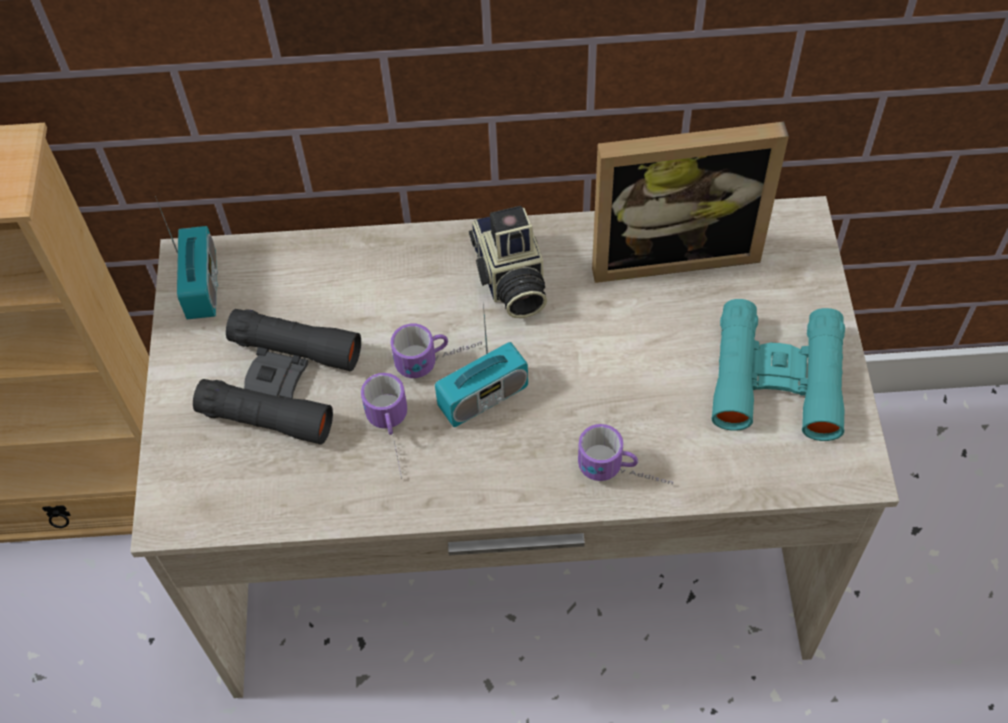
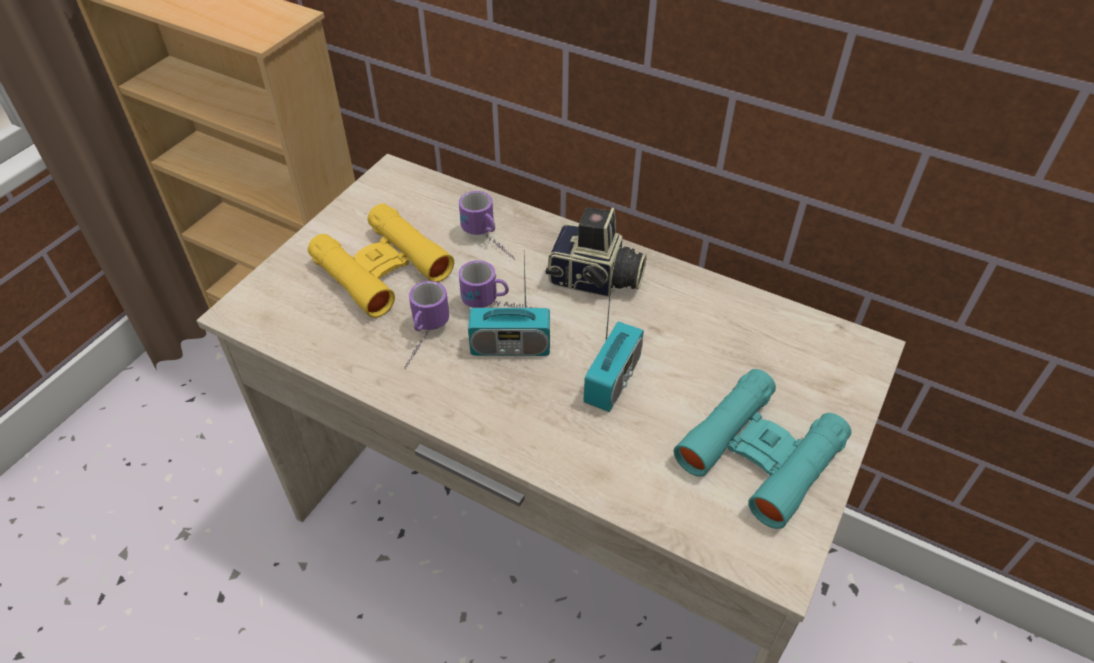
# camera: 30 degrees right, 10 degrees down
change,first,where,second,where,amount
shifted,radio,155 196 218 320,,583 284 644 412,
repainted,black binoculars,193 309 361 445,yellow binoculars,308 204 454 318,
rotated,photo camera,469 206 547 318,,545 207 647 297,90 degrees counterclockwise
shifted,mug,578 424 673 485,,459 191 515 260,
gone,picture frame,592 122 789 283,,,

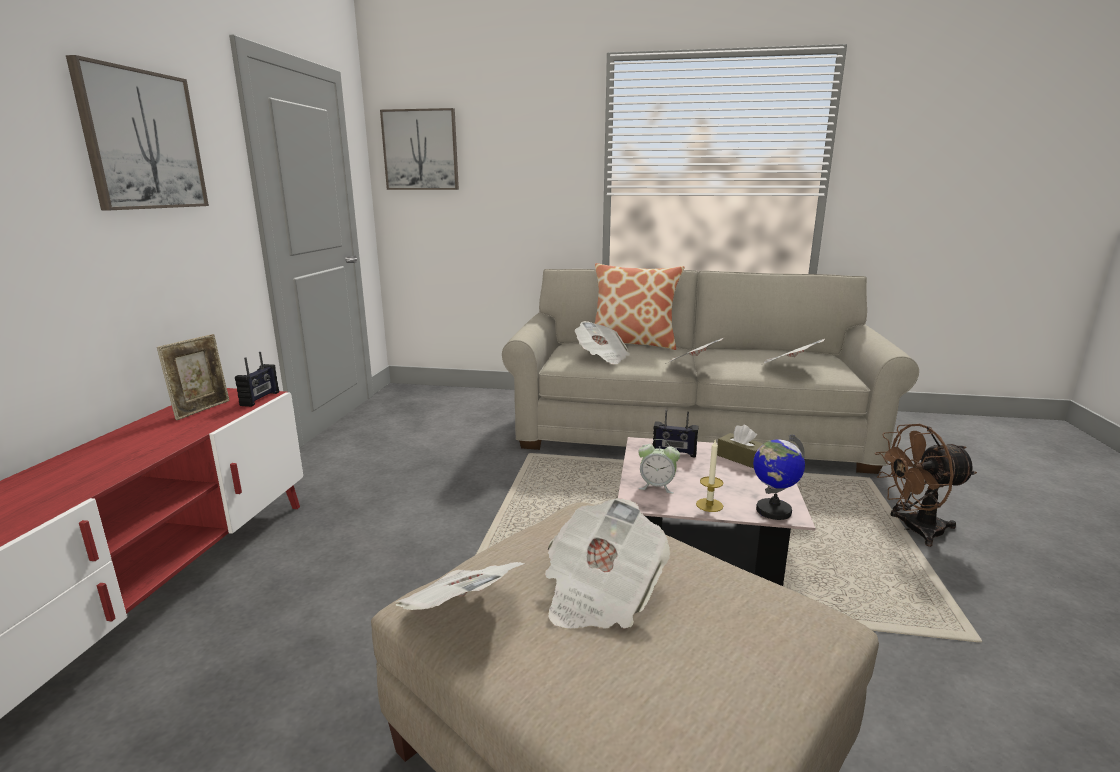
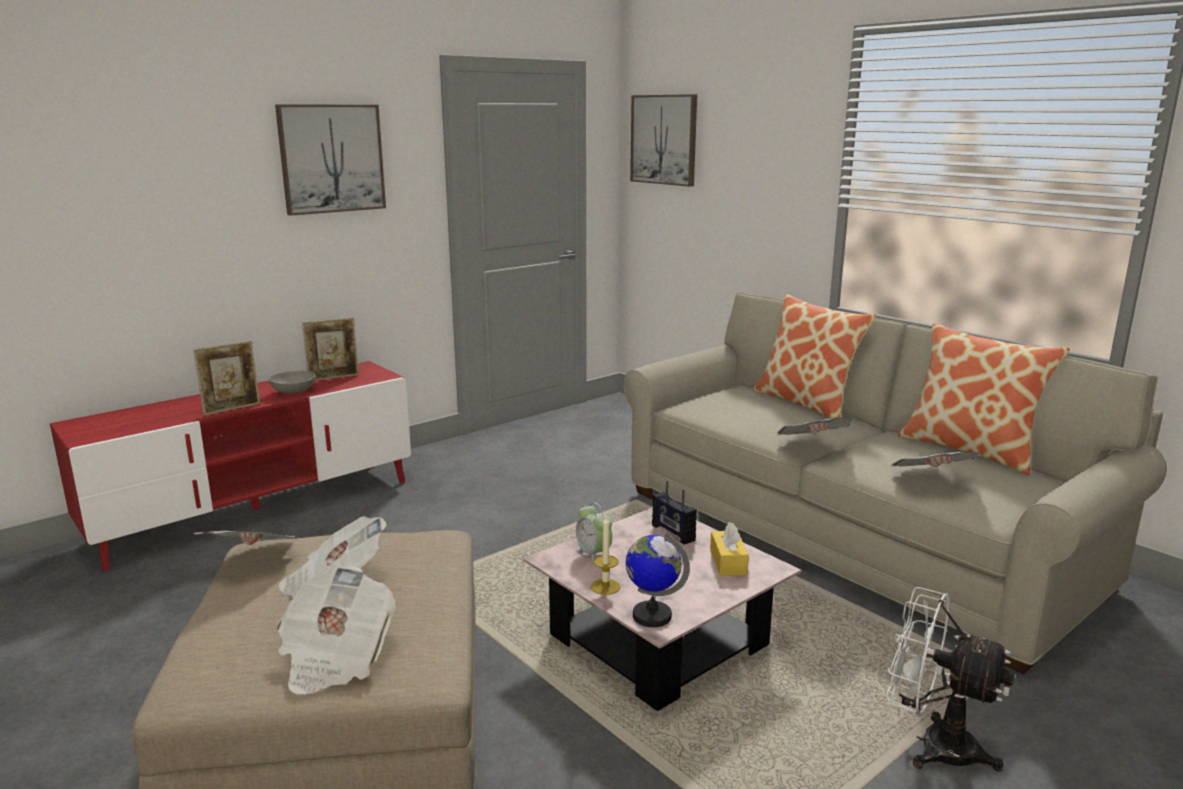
# camera: 40 degrees right, 0 degrees up
change,first,where,second,where,amount
gone,radio,235 352 279 407,,,
shifted,newspaper,575 321 630 365,,277 565 396 695,
repainted,brown tissue box,717 425 763 468,yellow tissue box,710 522 749 576,
repainted,brown fan,875 424 977 547,white fan,886 587 1015 772,
new,,,picture frame,193 341 260 416,
new,,,grey bowl,268 371 316 394,
new,,,pillow,898 323 1070 475,

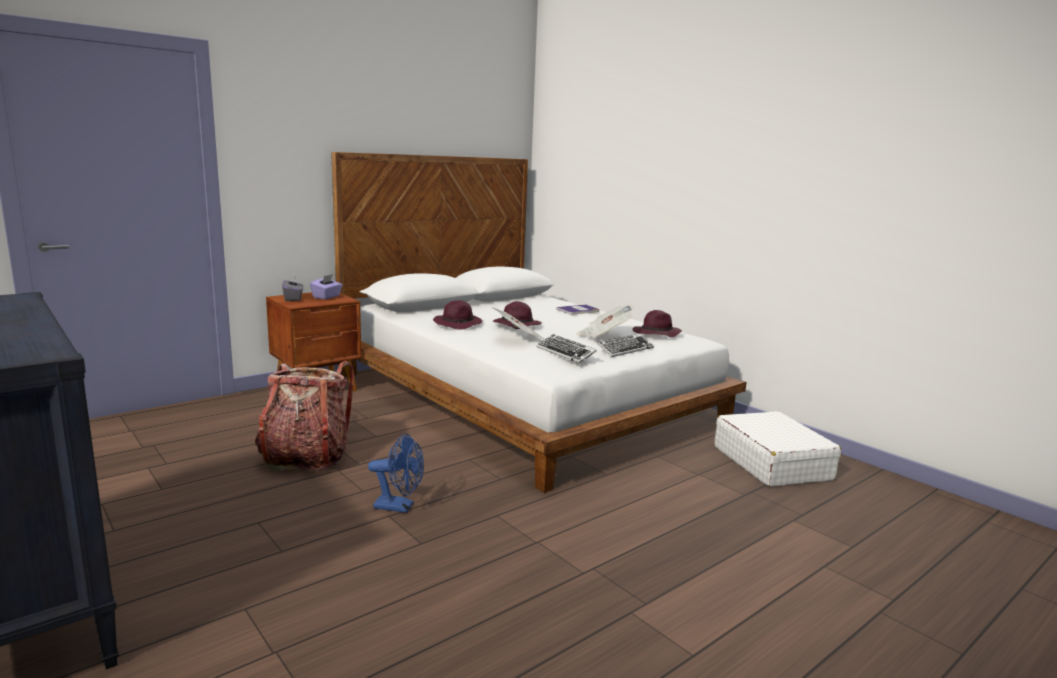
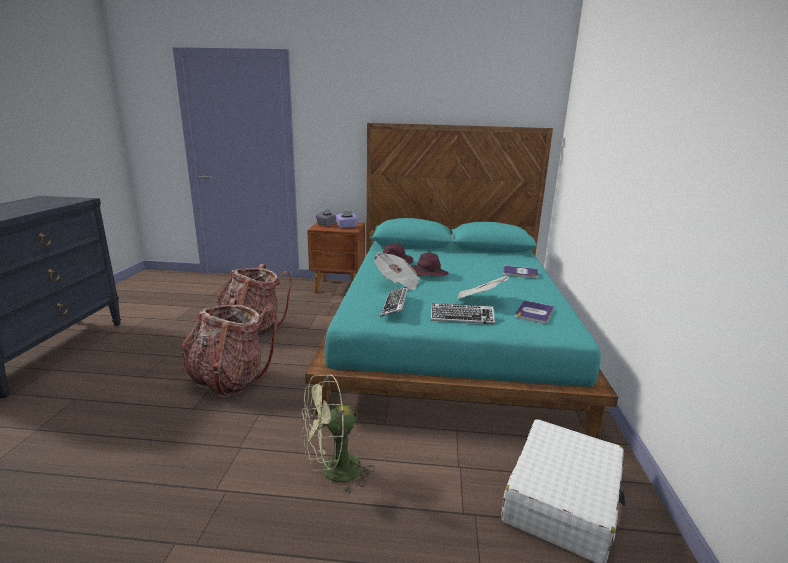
# camera: 45 degrees right, 5 degrees up
change,first,where,second,where,amount
repainted,white bed,331 152 747 493,turquoise bed,305 123 618 437,
swapped,blue fan,368 434 424 513,backpack,182 298 278 398,
swapped,purple hat,632 310 682 338,book,515 301 554 324,
new,,,green fan,302 374 375 494,

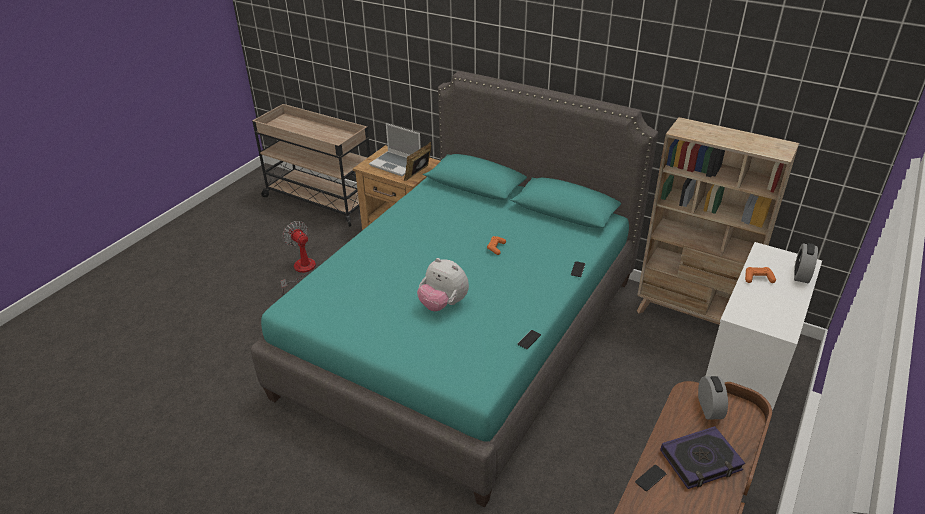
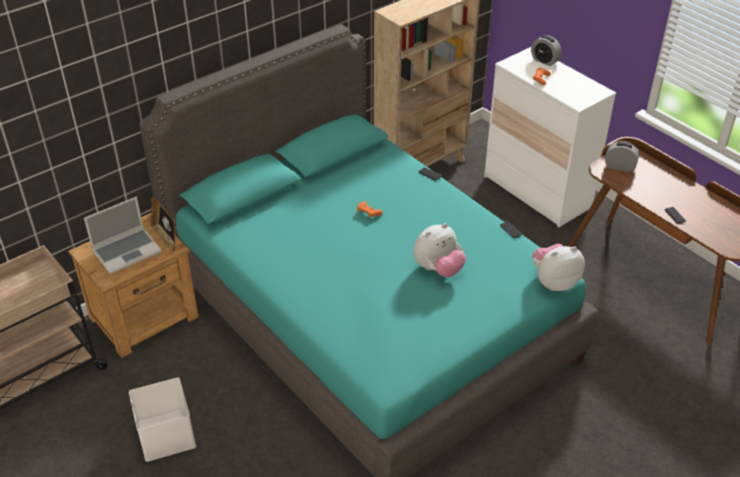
# camera: 70 degrees left, 5 degrees up
change,first,where,second,where,amount
swapped,fan,280 221 316 294,white storage box,129 377 196 462,
gone,book,660 426 745 489,,,
new,,,plush toy,533 244 585 291,

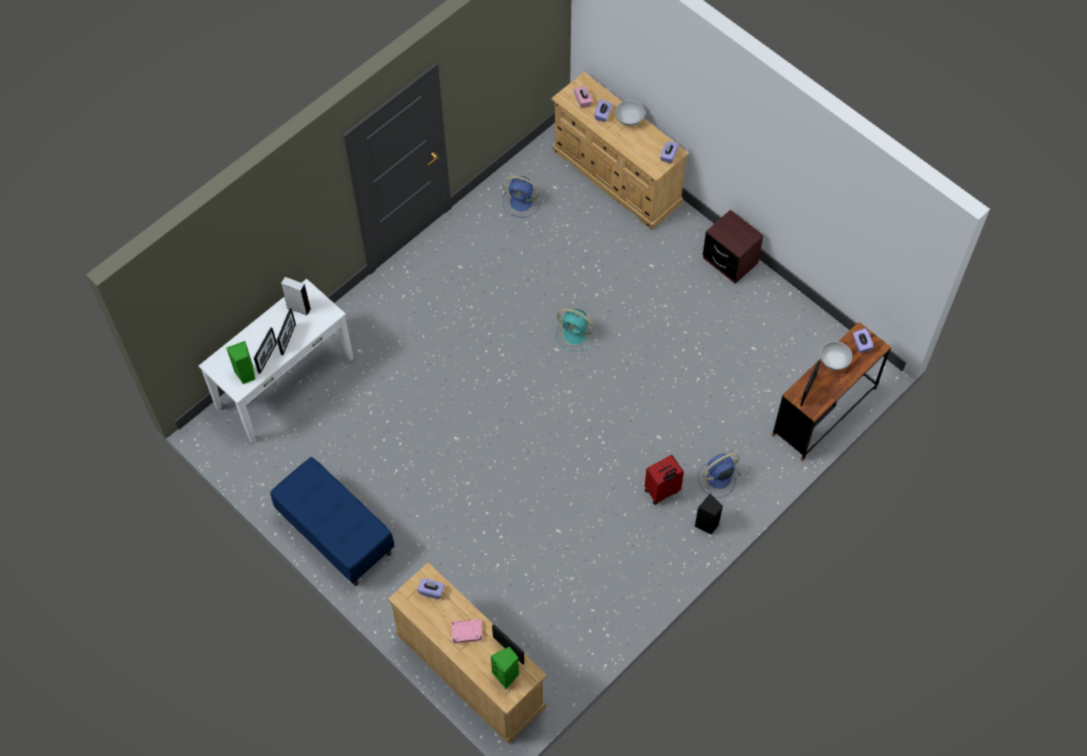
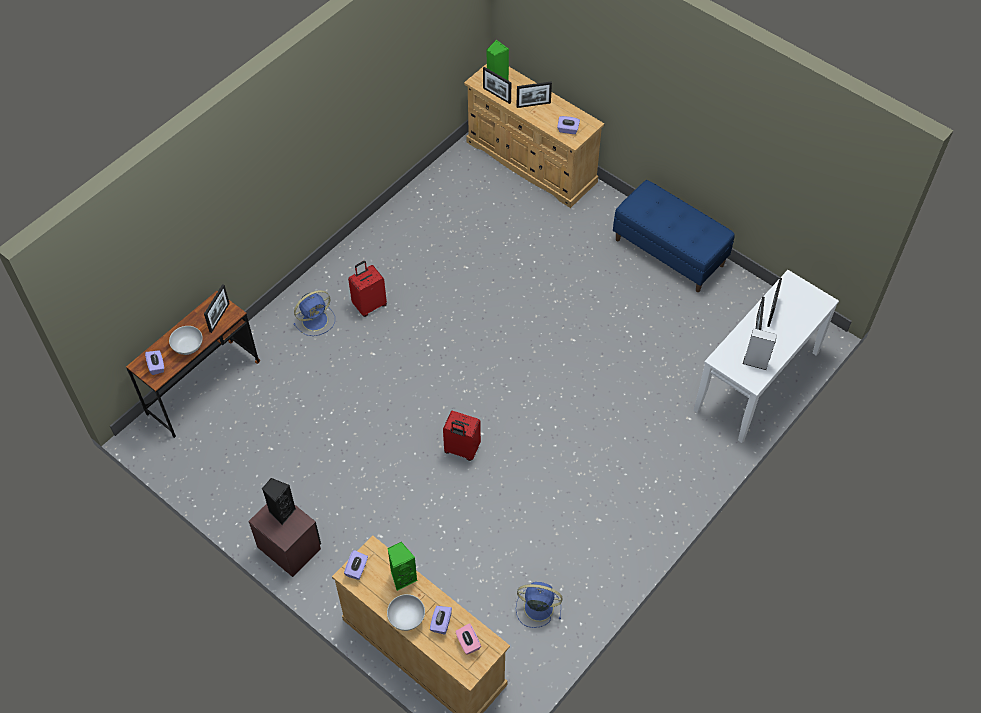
# camera: 175 degrees right, 5 degrees down
change,first,where,second,where,amount
shifted,green speaker,226 341 255 384,,387 542 418 591,
swapped,pink book,451 619 483 644,picture frame,516 81 552 108,
swapped,turquoise fan,556 309 595 351,red suitcase,443 411 481 461,
shifted,black speaker,695 494 723 534,,262 478 296 525,

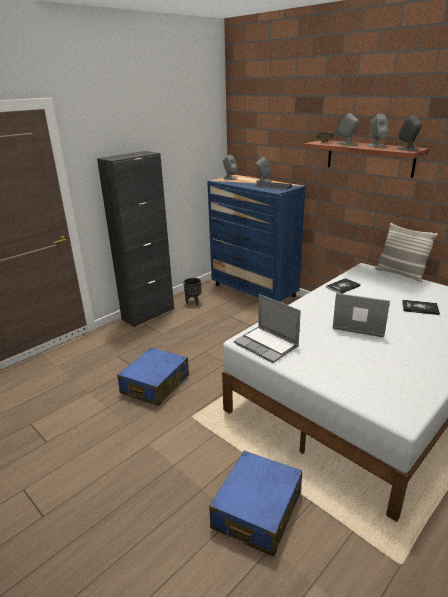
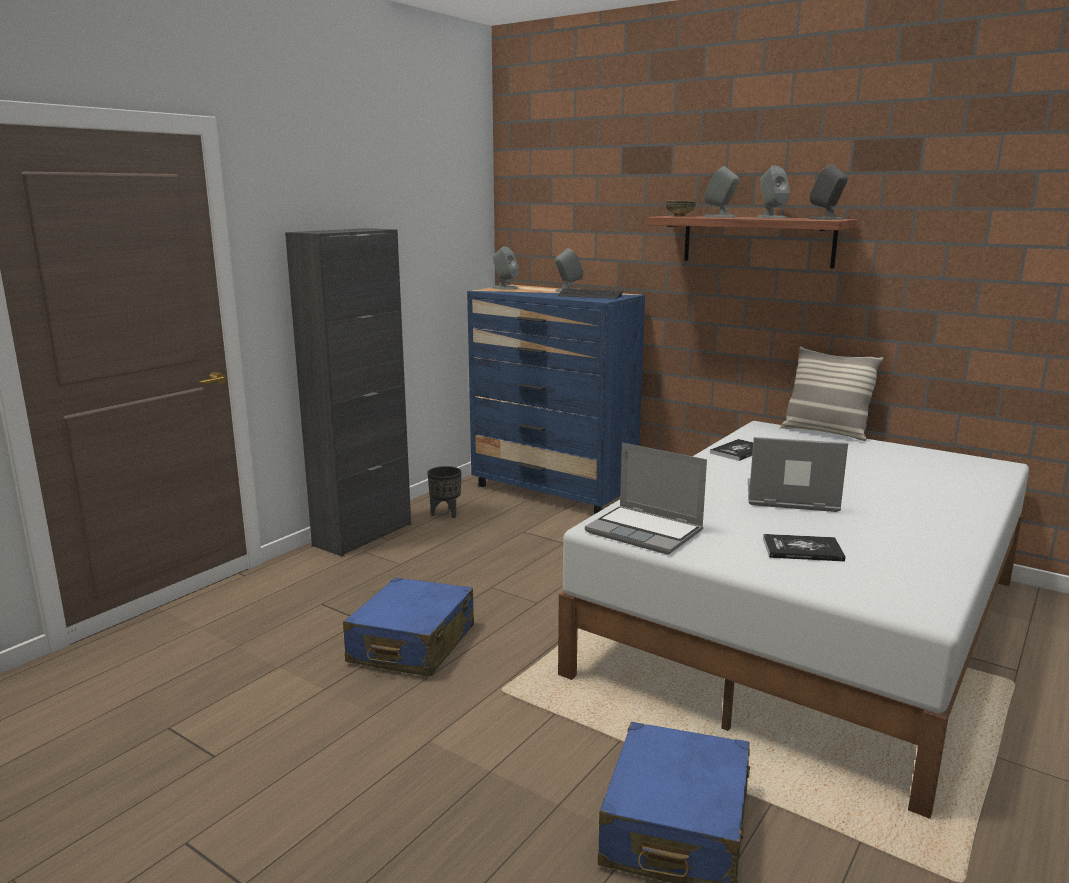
# camera: 10 degrees left, 10 degrees down
change,first,where,second,where,amount
shifted,book,402 300 440 315,,763 534 846 562,

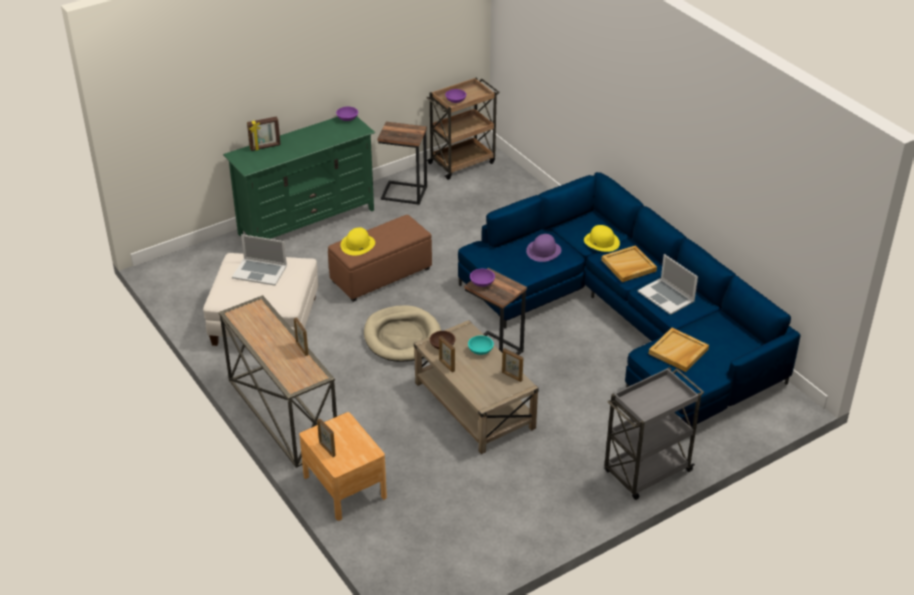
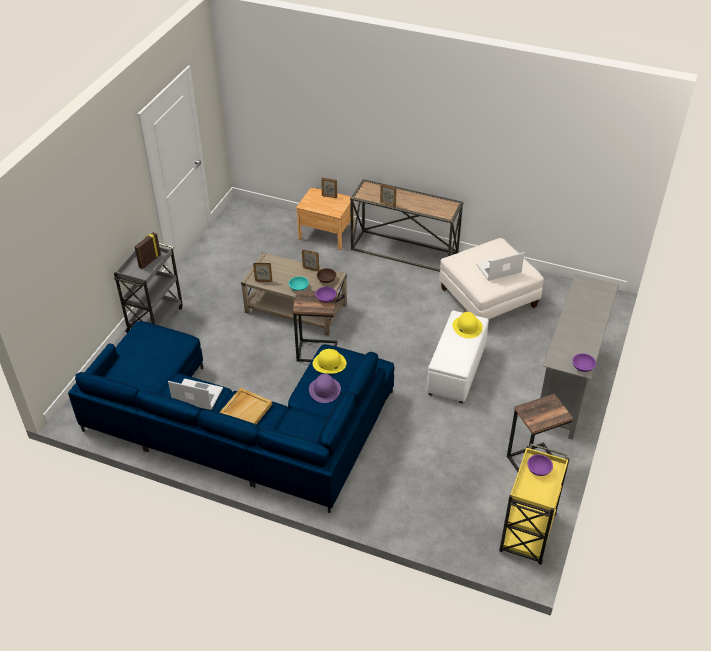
# camera: 145 degrees right, 5 degrees up
change,first,where,second,where,amount
repainted,green tv stand,223 117 375 239,grey tv stand,540 274 619 440,
shifted,picture frame,247 116 281 151,,134 232 161 269,
repainted,brown ottoman,328 215 432 302,white ottoman,427 310 489 403,
gone,beige dog bed,364 305 441 362,,,
repainted,brown cart,426 78 500 180,yellow cart,499 444 570 565,
shifted,yellow hat,584 225 620 252,,313 349 346 374,
gone,beige tray,649 328 709 372,,,

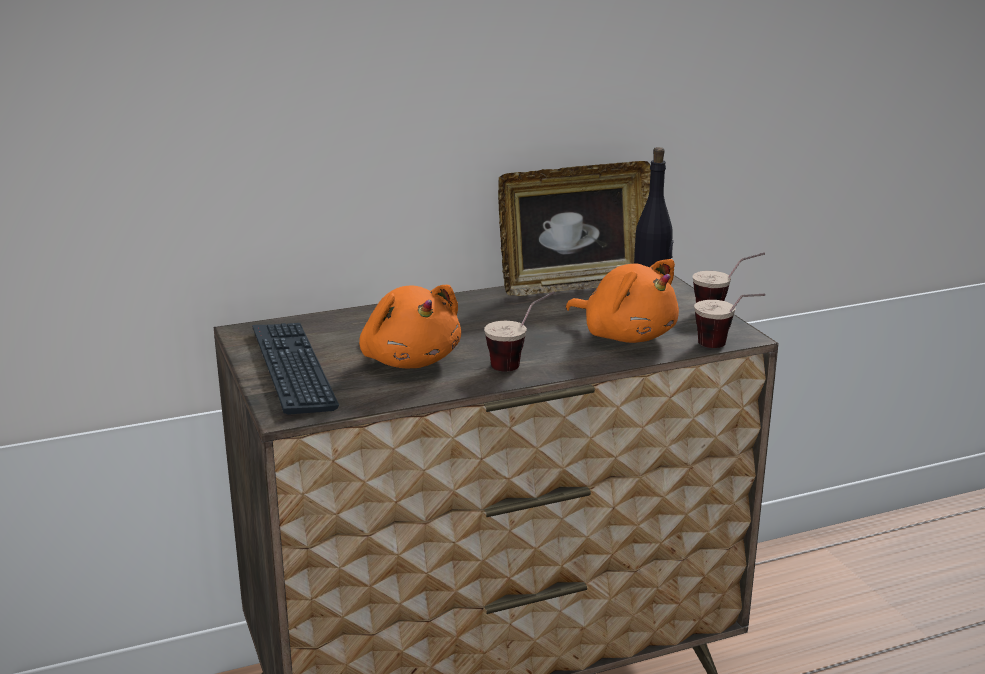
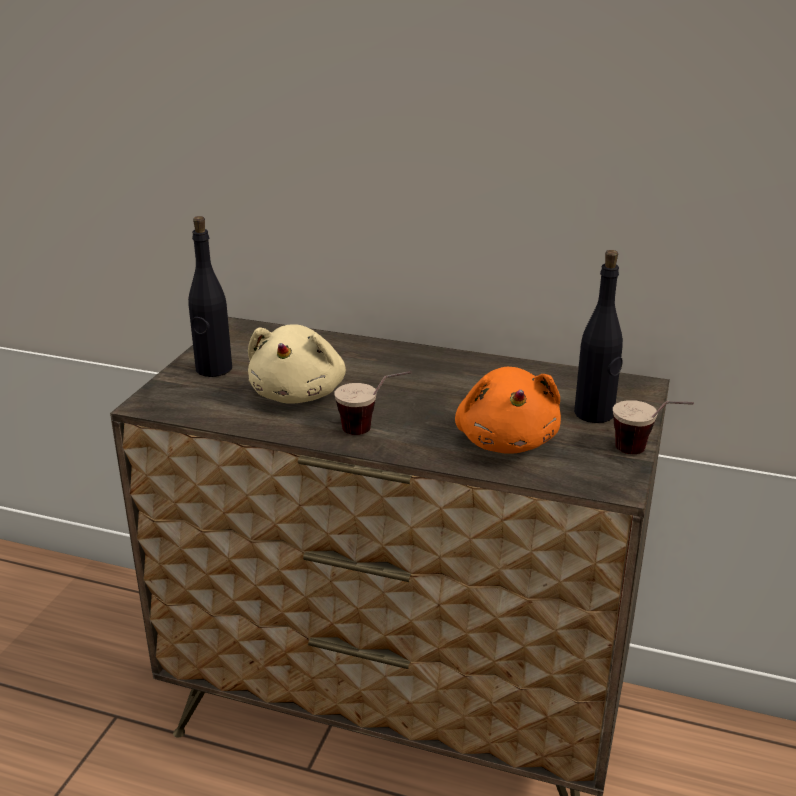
# camera: 40 degrees right, 5 degrees up
change,first,where,second,where,amount
swapped,keyboard,252 323 339 415,black bottle,188 216 232 377,
repainted,orange plush toy,359 285 461 368,beige plush toy,248 325 346 403,
gone,picture frame,498 161 651 296,,,
gone,cup,694 294 765 348,,,

